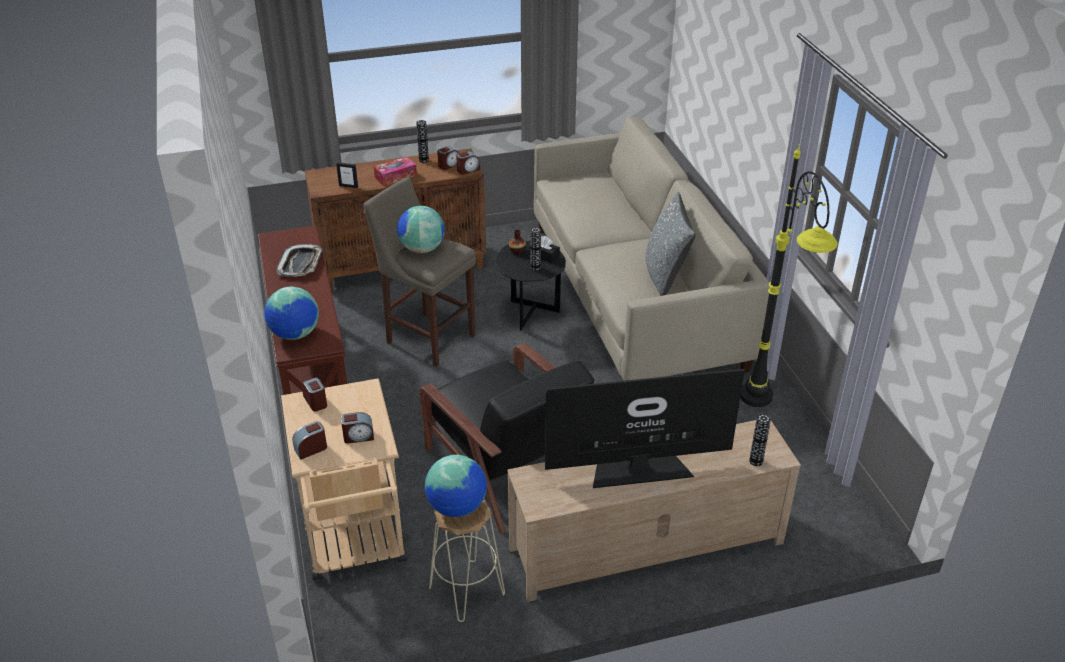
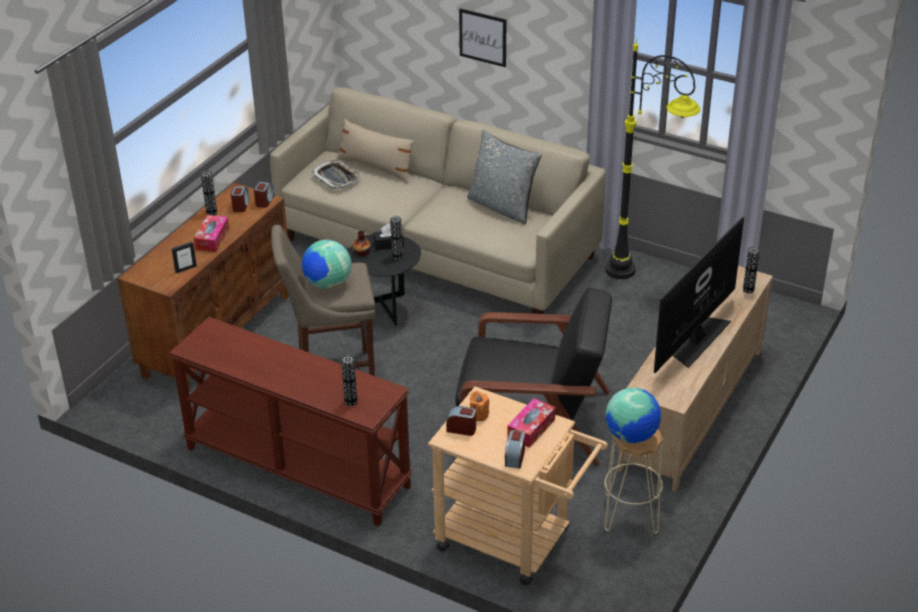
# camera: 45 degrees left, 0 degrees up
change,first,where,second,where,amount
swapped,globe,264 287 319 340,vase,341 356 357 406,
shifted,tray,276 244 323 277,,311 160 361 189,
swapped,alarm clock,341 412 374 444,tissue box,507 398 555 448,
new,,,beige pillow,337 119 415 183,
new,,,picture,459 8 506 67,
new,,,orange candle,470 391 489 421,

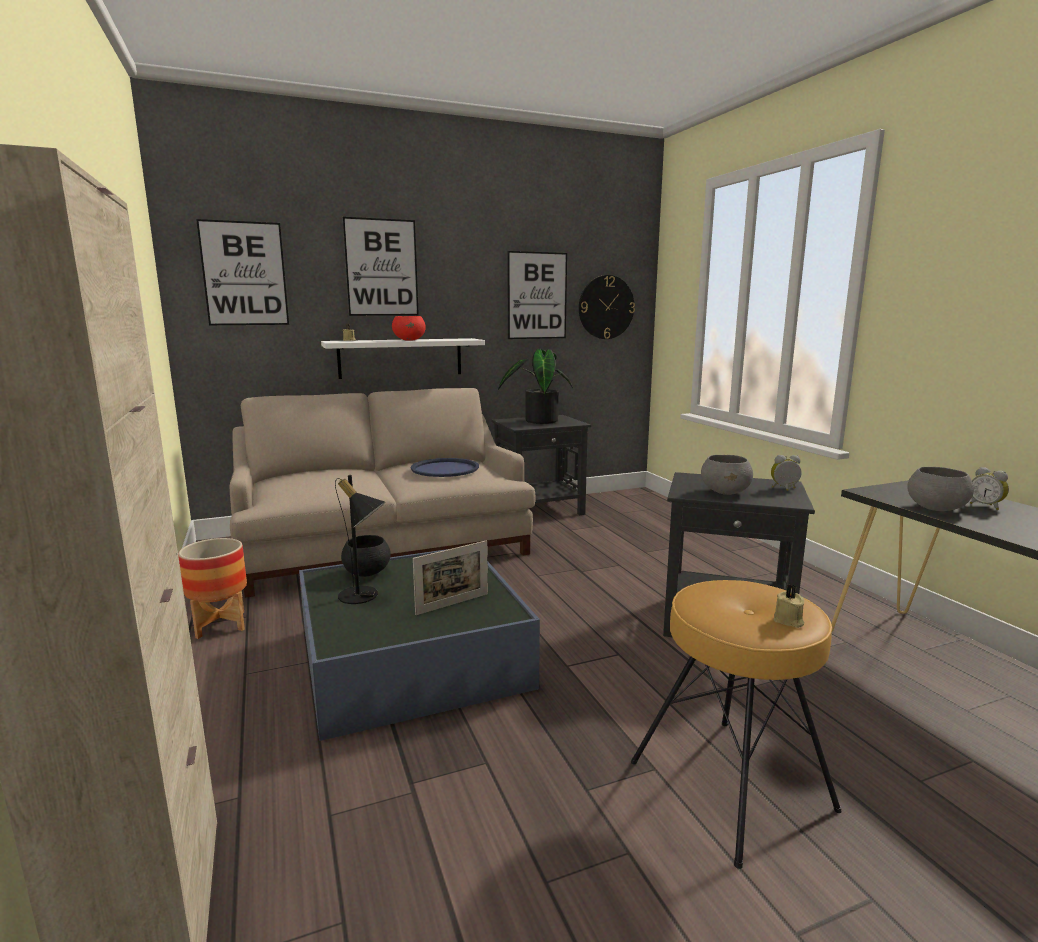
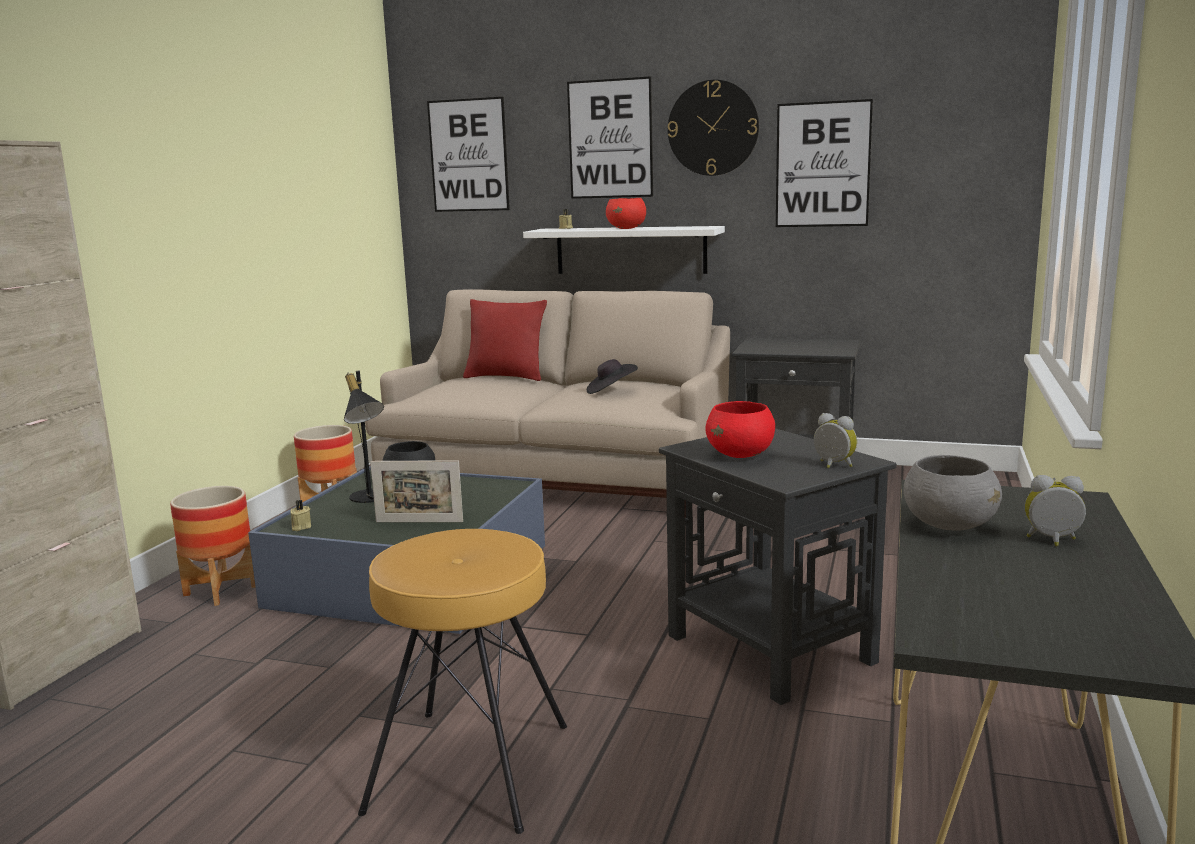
# camera: 40 degrees right, 0 degrees up
change,first,where,second,where,amount
swapped,blue tray,411 458 479 477,black hat,587 359 638 394,
gone,potted plant,498 349 573 424,,,
shifted,wall clock,579 275 635 339,,668 80 759 176,
repainted,grey bowl,701 455 753 495,red bowl,706 401 775 458,
shifted,beige candle,774 585 804 628,,290 500 311 531,
rotated,alarm clock,970 467 1009 510,,1025 475 1086 546,90 degrees clockwise
new,,,planter,170 486 256 606,
new,,,red pillow,463 299 547 381,

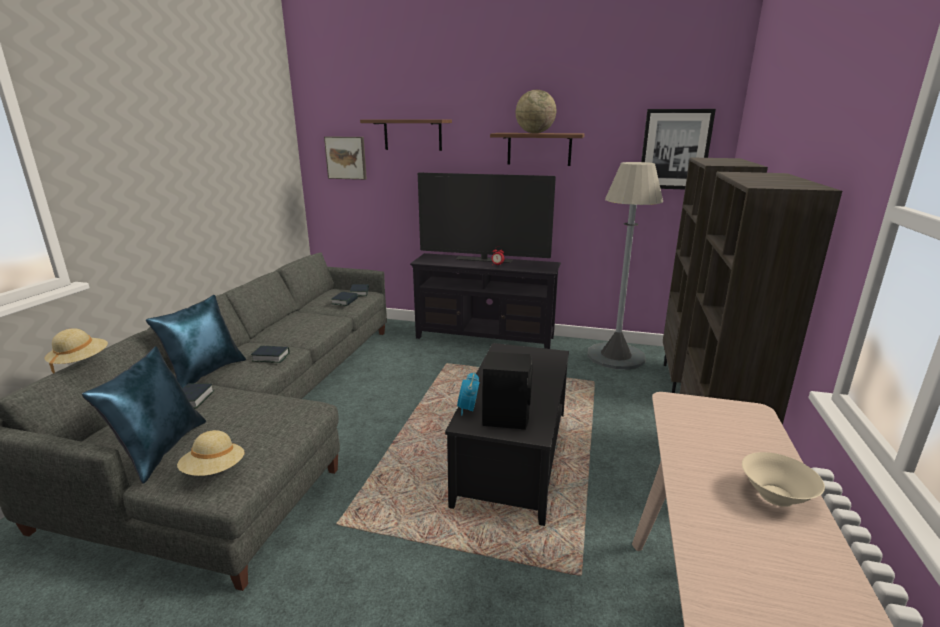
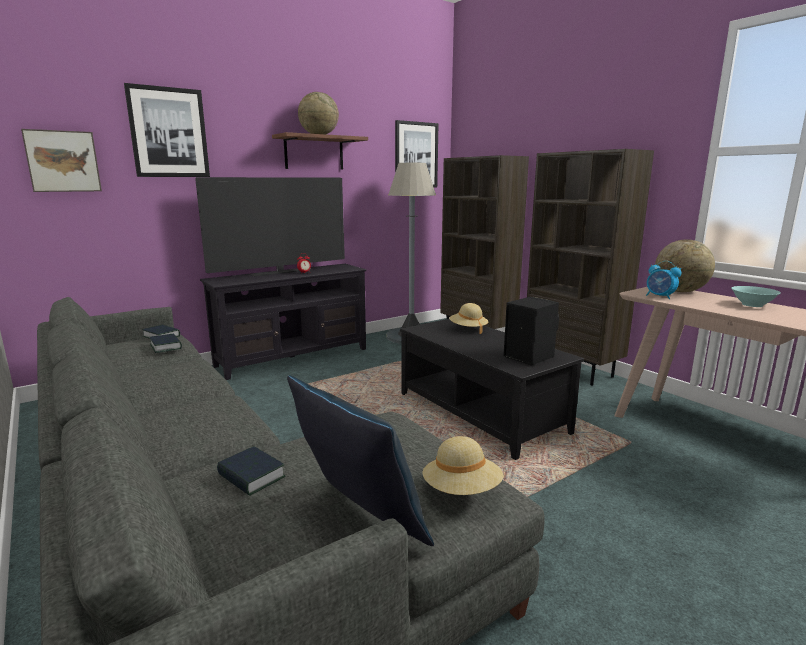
# camera: 50 degrees left, 5 degrees down
change,first,where,second,where,amount
shifted,beige hat,44 328 108 373,,449 303 488 334,
gone,blue pillow,146 295 246 388,,,
gone,book,251 346 290 363,,,
swapped,shelf,360 119 452 151,picture,124 83 210 177,
shifted,alarm clock,457 372 480 415,,646 261 681 299,
repainted,beige bowl,742 452 825 507,turquoise bowl,731 286 781 307,
new,,,globe,655 239 715 292,

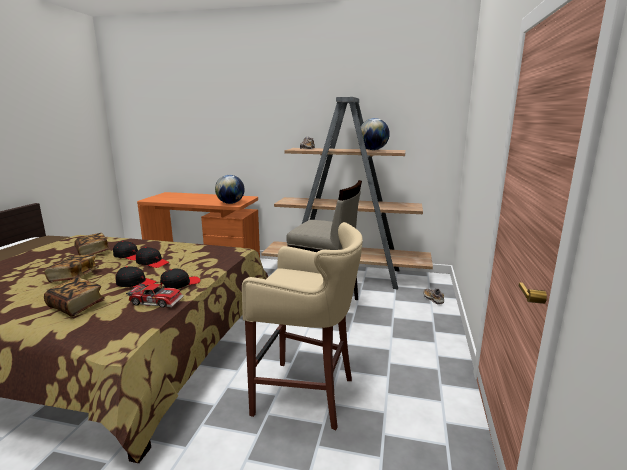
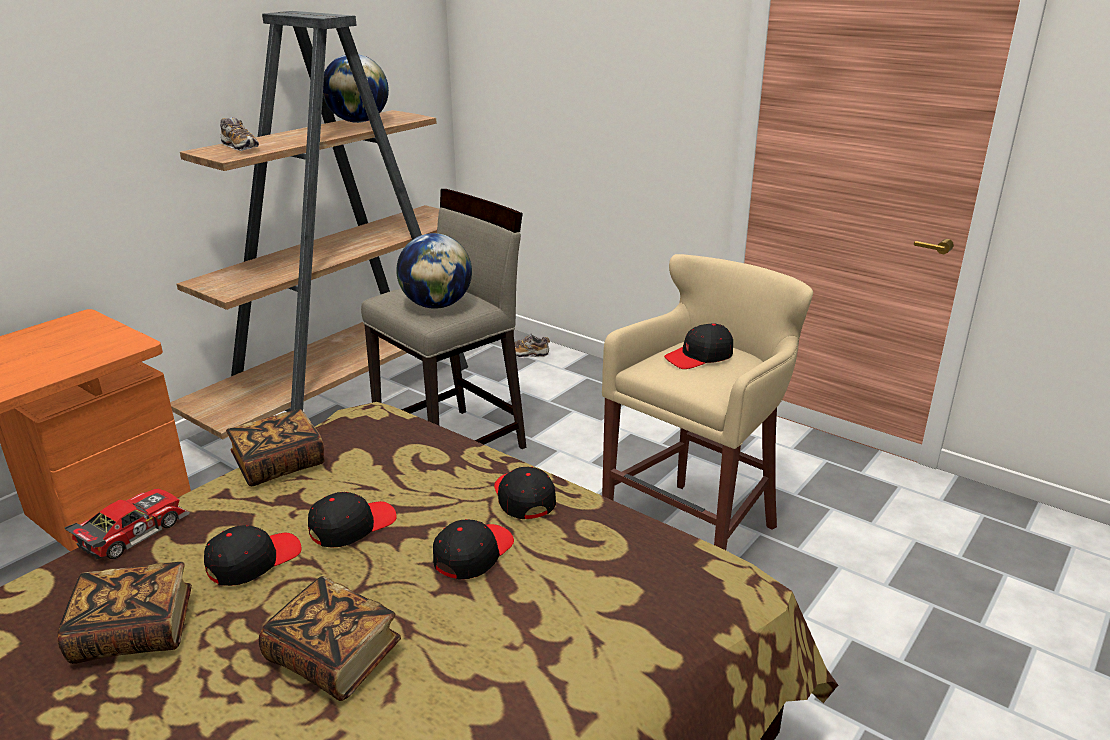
# camera: 65 degrees left, 10 degrees up
change,first,where,second,where,amount
shifted,book,44 277 105 317,,226 409 324 486,
shifted,toy car,126 283 184 308,,65 489 190 559,
shifted,globe,215 175 245 204,,396 233 472 309,
new,,,black cap,664 323 733 369,

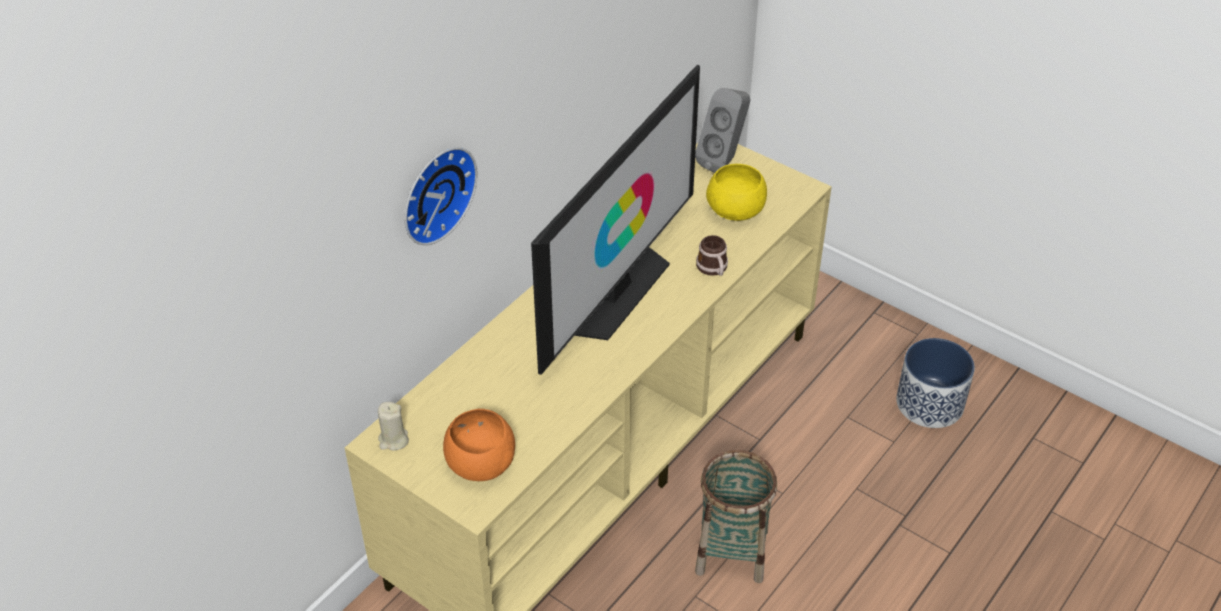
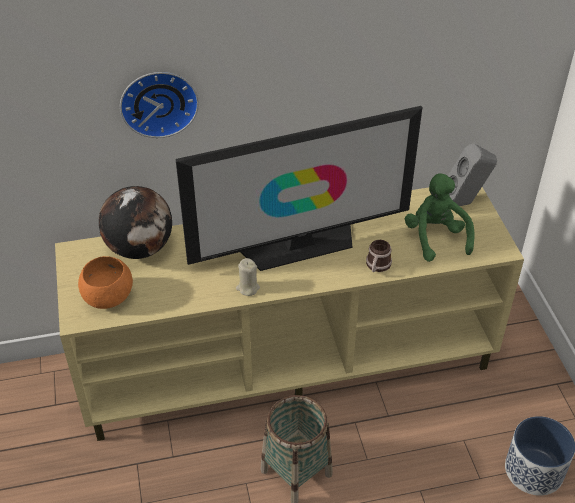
# camera: 40 degrees right, 0 degrees up
change,first,where,second,where,amount
shifted,beige candle,378 402 409 451,,236 258 260 296,
swapped,yellow bowl,706 164 767 221,green plush toy,405 173 475 262,
new,,,globe,99 186 172 259,

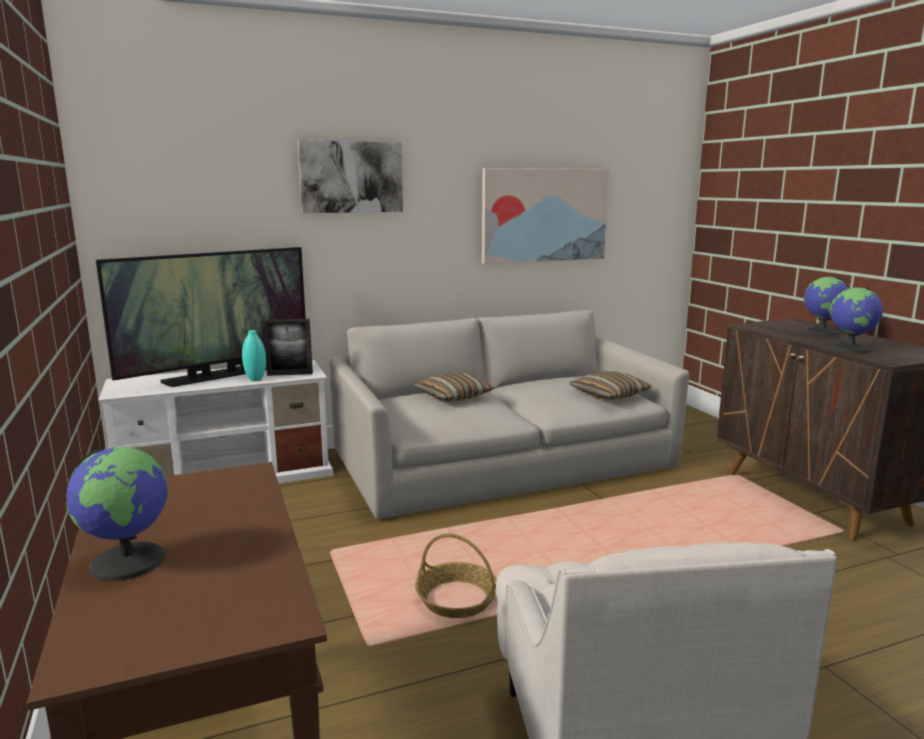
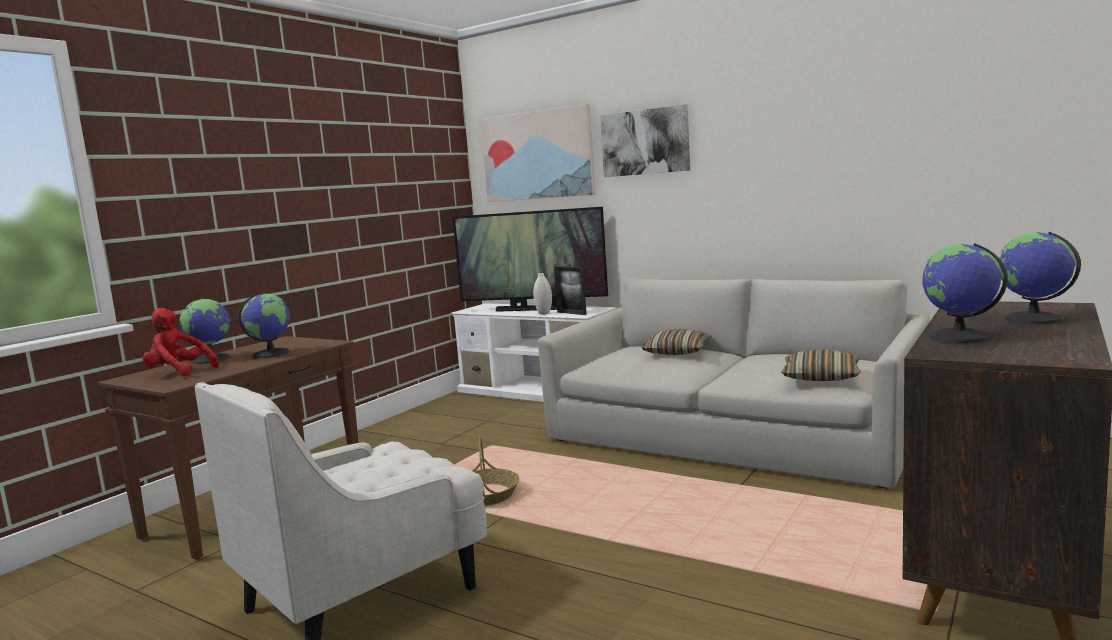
# camera: 55 degrees right, 5 degrees down
change,first,where,second,where,amount
repainted,turquoise vase,242 330 266 381,white vase,533 273 552 315,
shifted,picture,482 168 609 264,,480 104 595 202,
new,,,red plush toy,142 308 219 376,
new,,,globe,238 294 290 358,

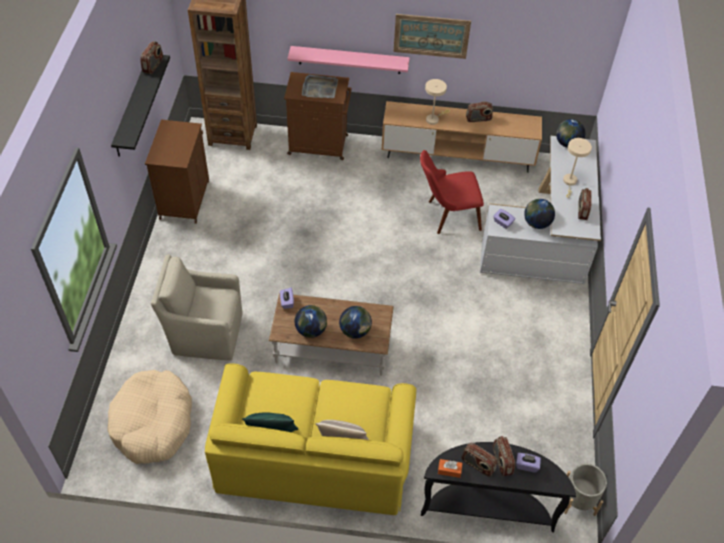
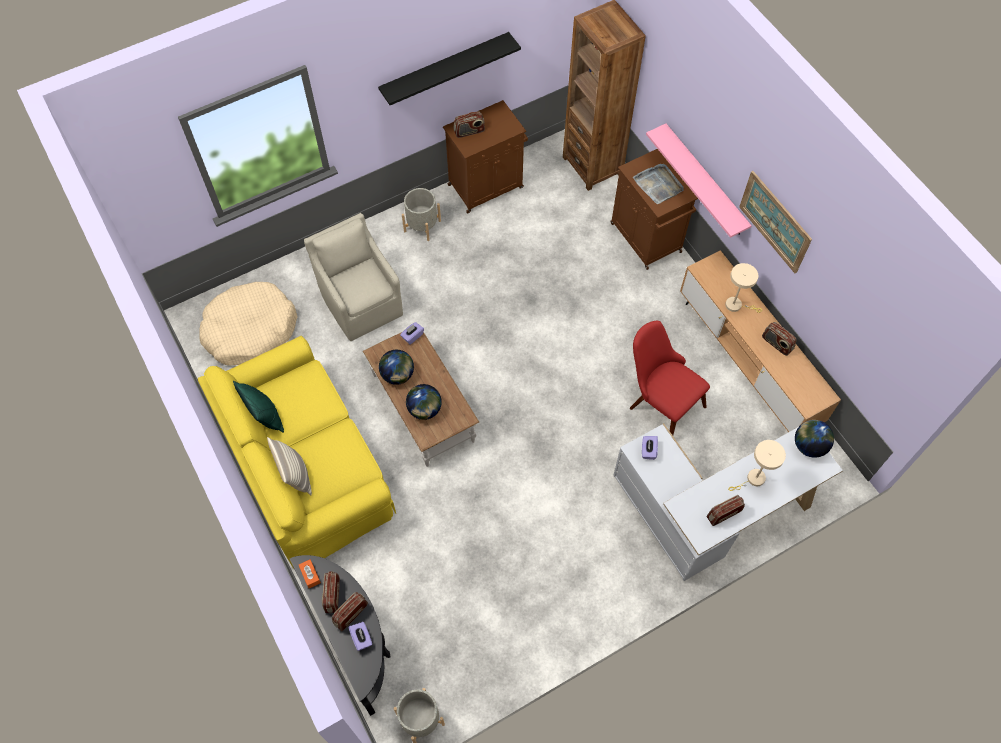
# camera: 55 degrees right, 10 degrees up
change,first,where,second,where,amount
shifted,radio,140 41 163 74,,454 111 485 138,
gone,globe,524 199 555 229,,,
new,,,grey planter,402 188 441 241,

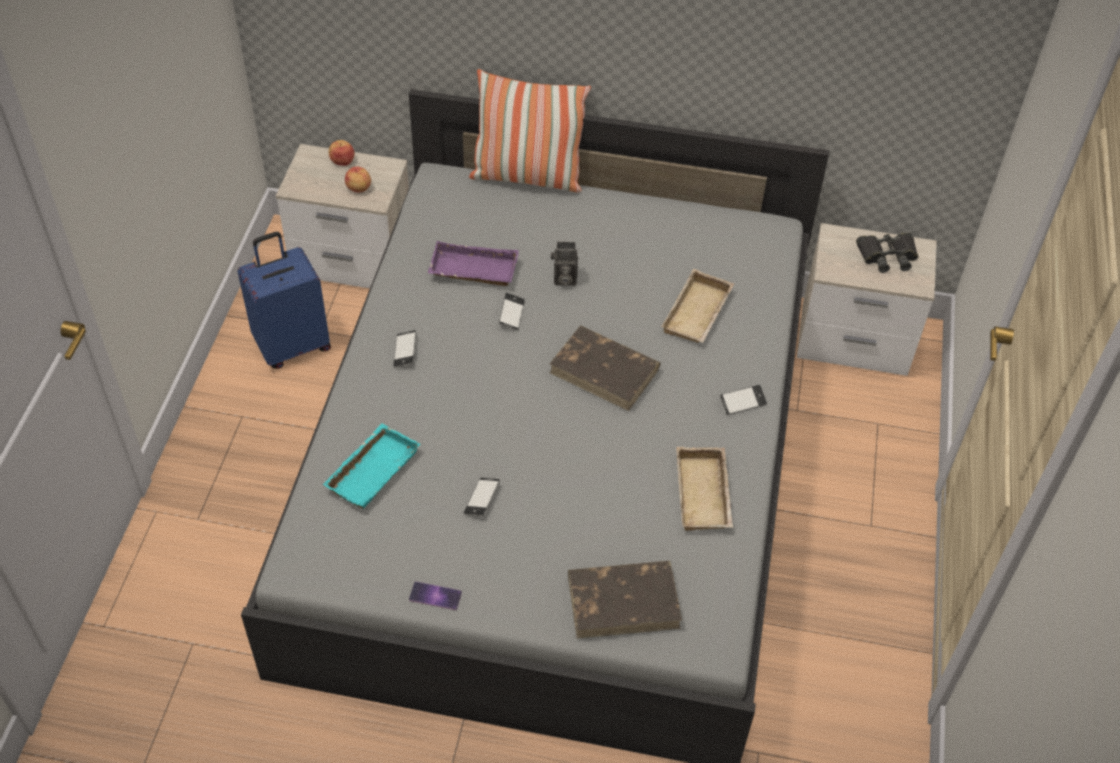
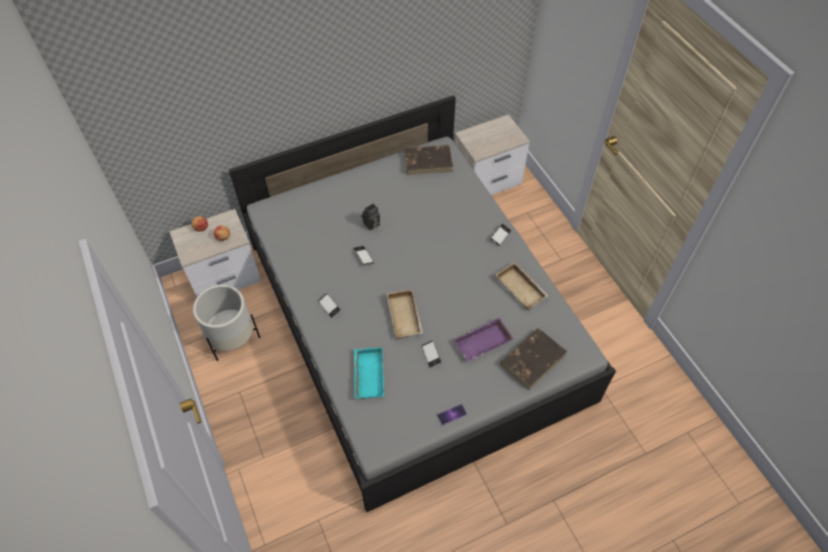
# camera: 35 degrees left, 5 degrees up
change,first,where,second,where,amount
swapped,blue suitcase,237 232 331 369,white planter,193 285 260 361,
shifted,purple tray,428 241 519 286,,453 318 513 362,
gone,pillow,469 69 591 192,,,
shifted,brown book,549 326 660 411,,404 145 453 175,
shifted,beige tray,661 269 734 343,,386 289 423 339,
gone,black binoculars,856 233 918 273,,,

